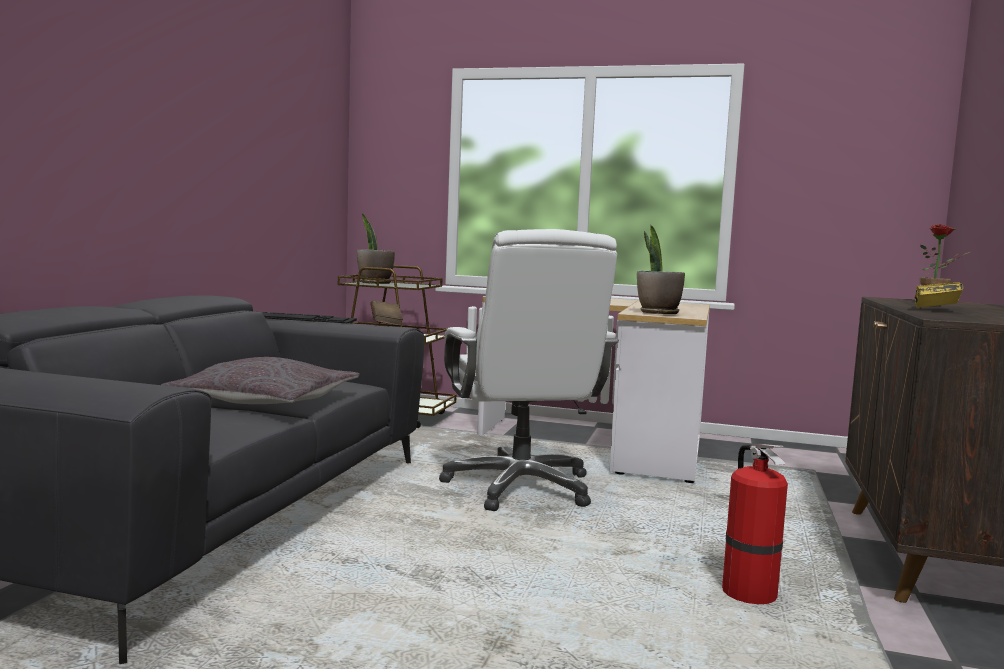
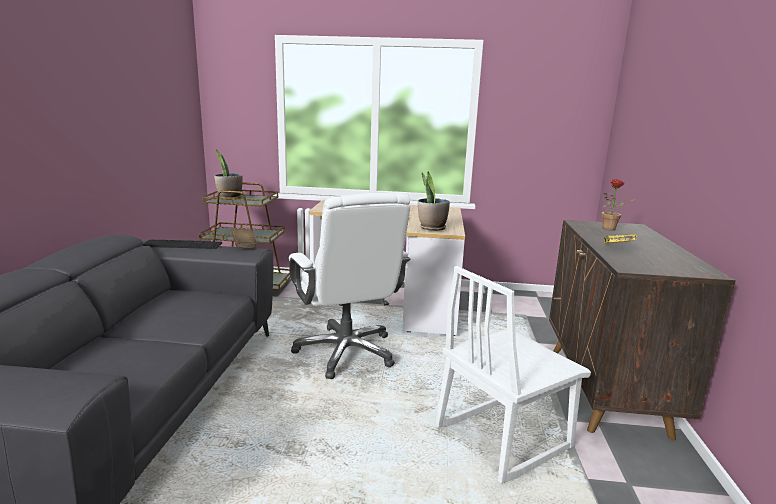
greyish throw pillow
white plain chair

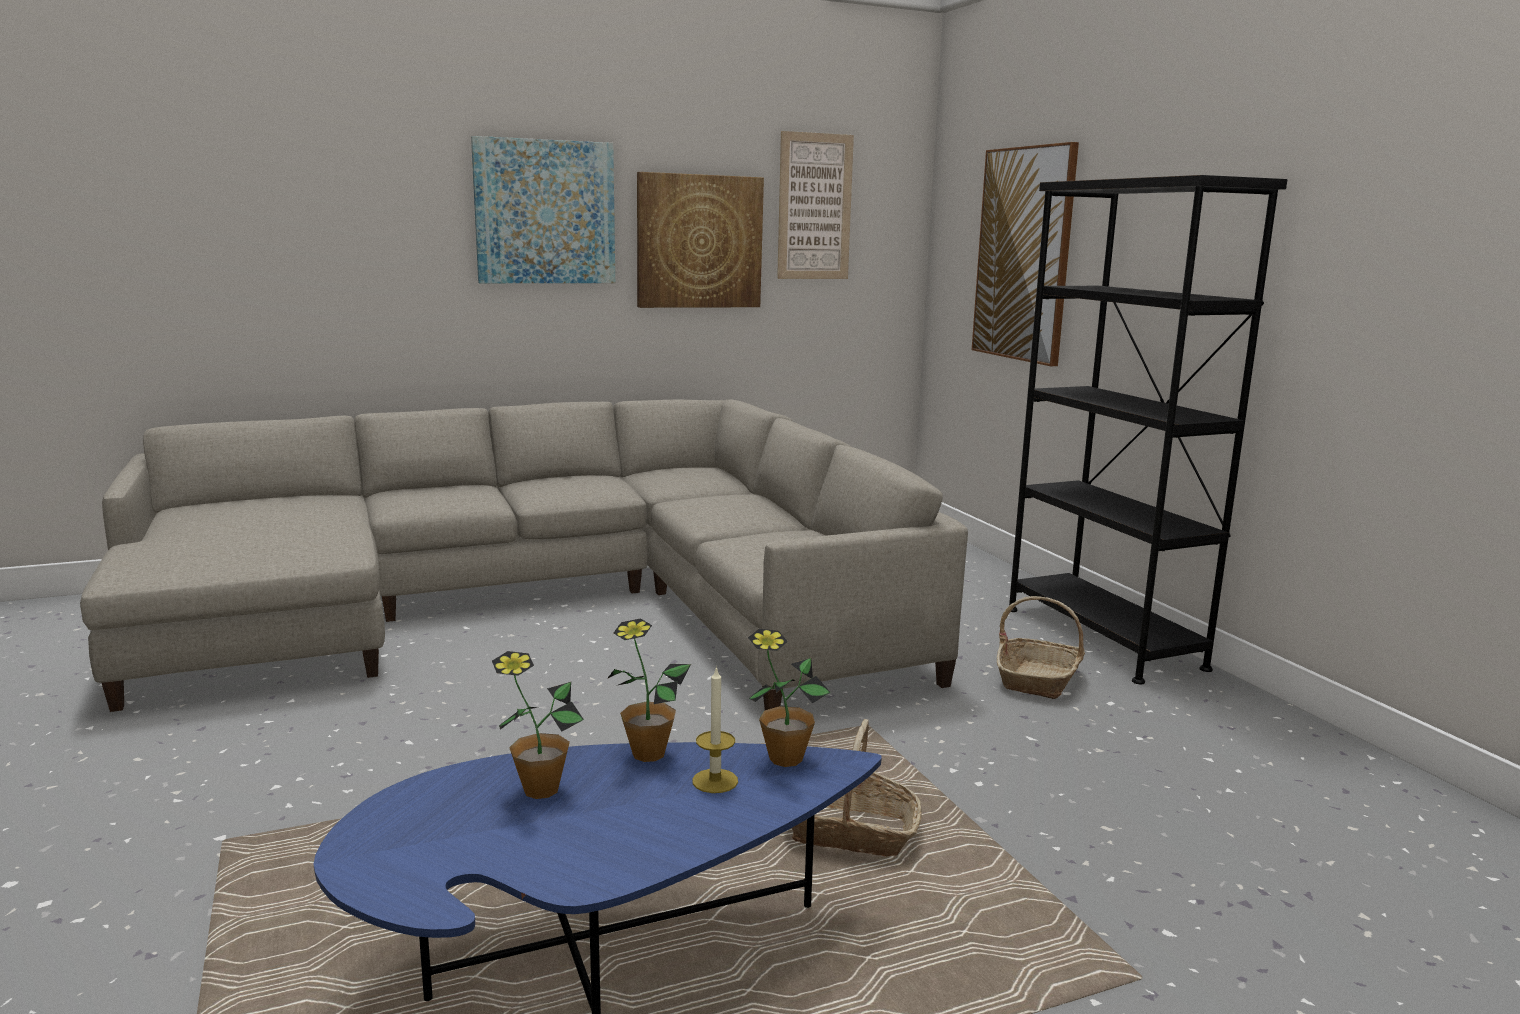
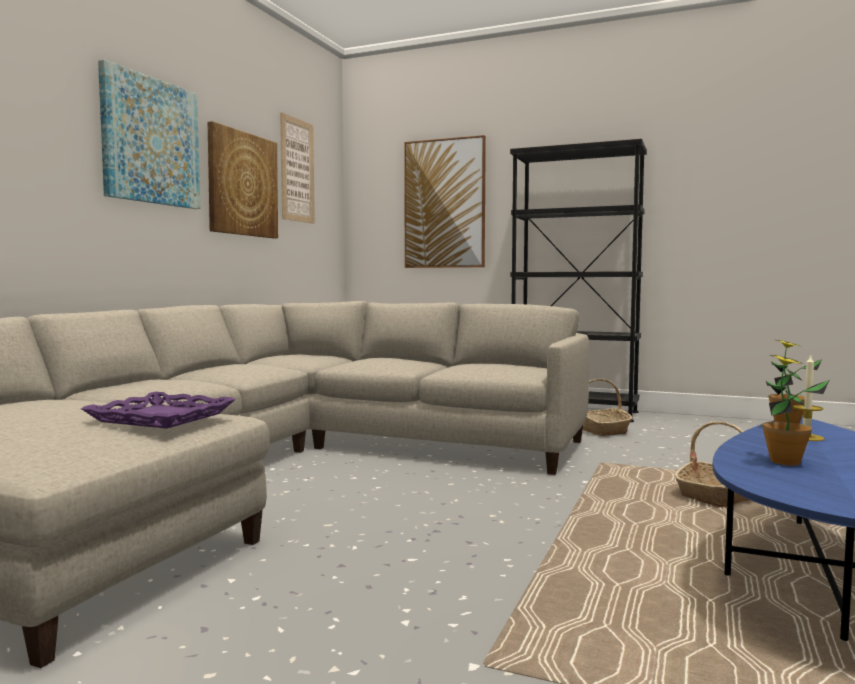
houseplant (2nd from left in the first image)
purple tray

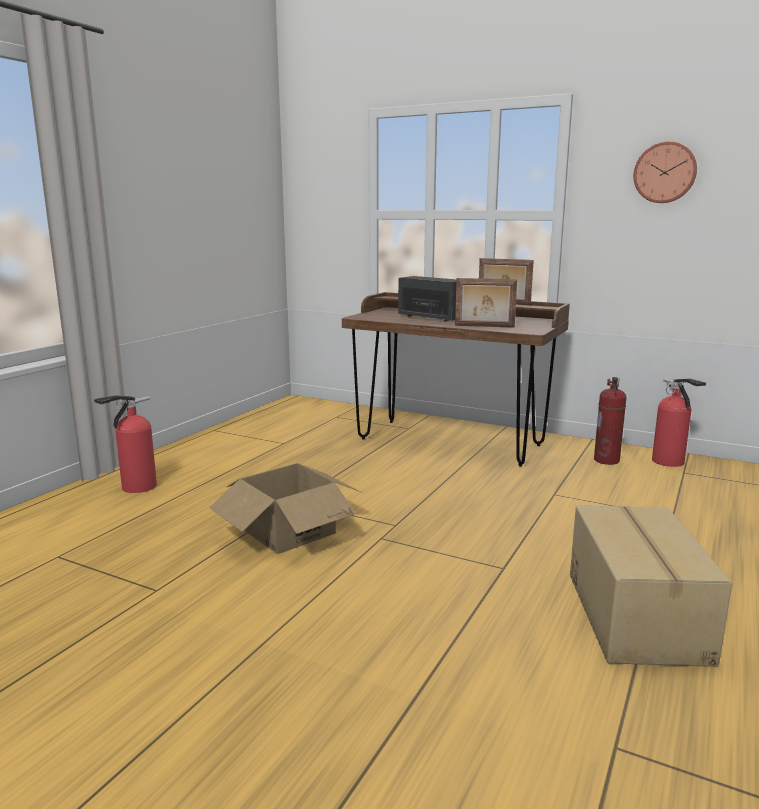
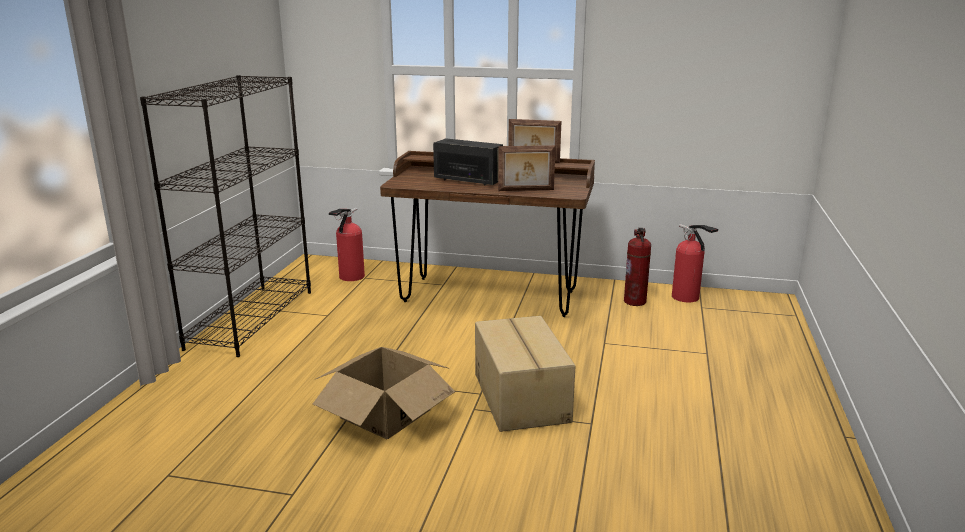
hanging clock
black bookcase
fire-fighting cylinder (1st from left)
packing box (2nd from left)

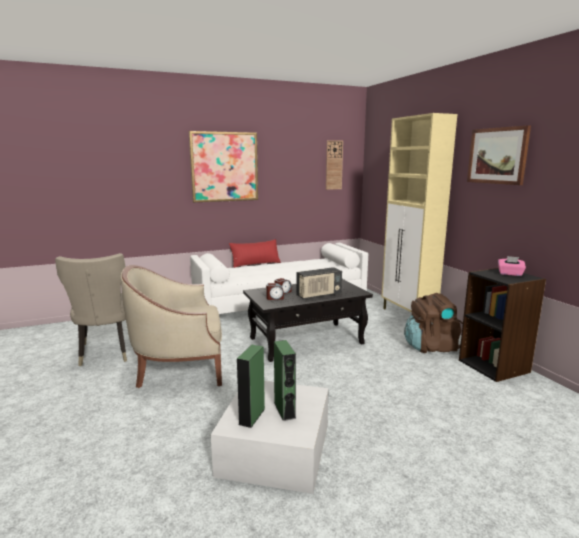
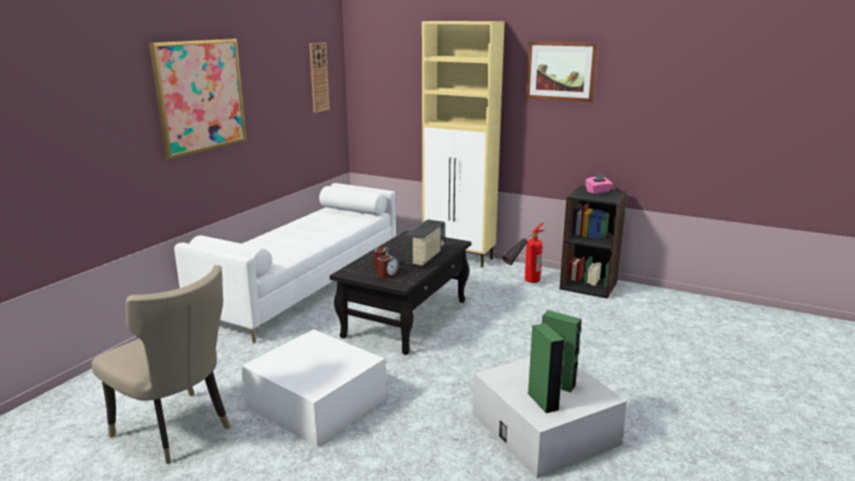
reddish throw pillow
white storage container (1st from left)
fire-fighting cylinder

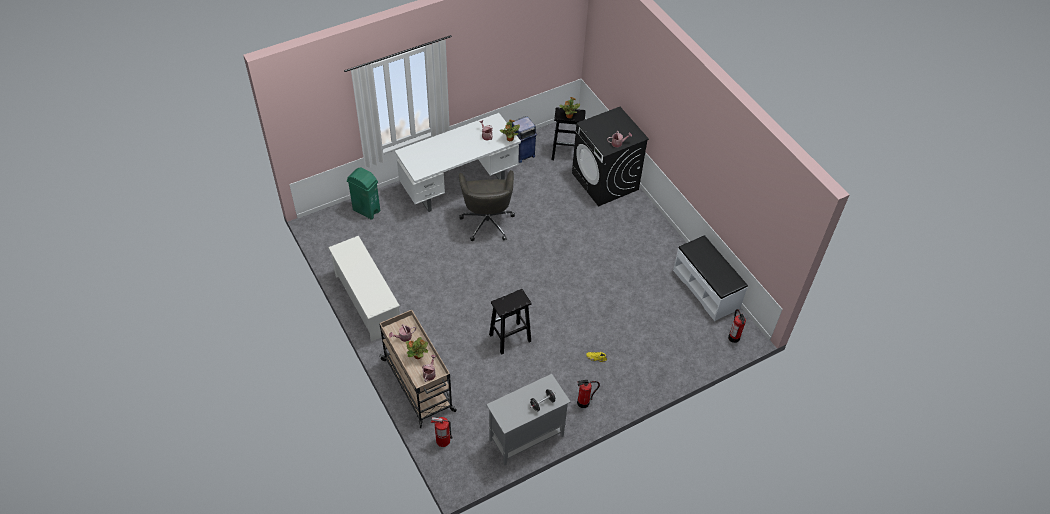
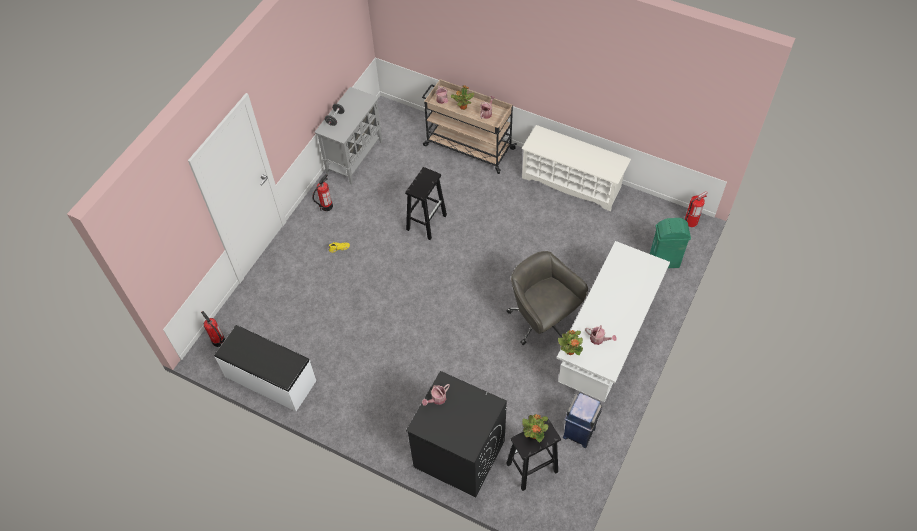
fire-fighting cylinder (3rd from left)

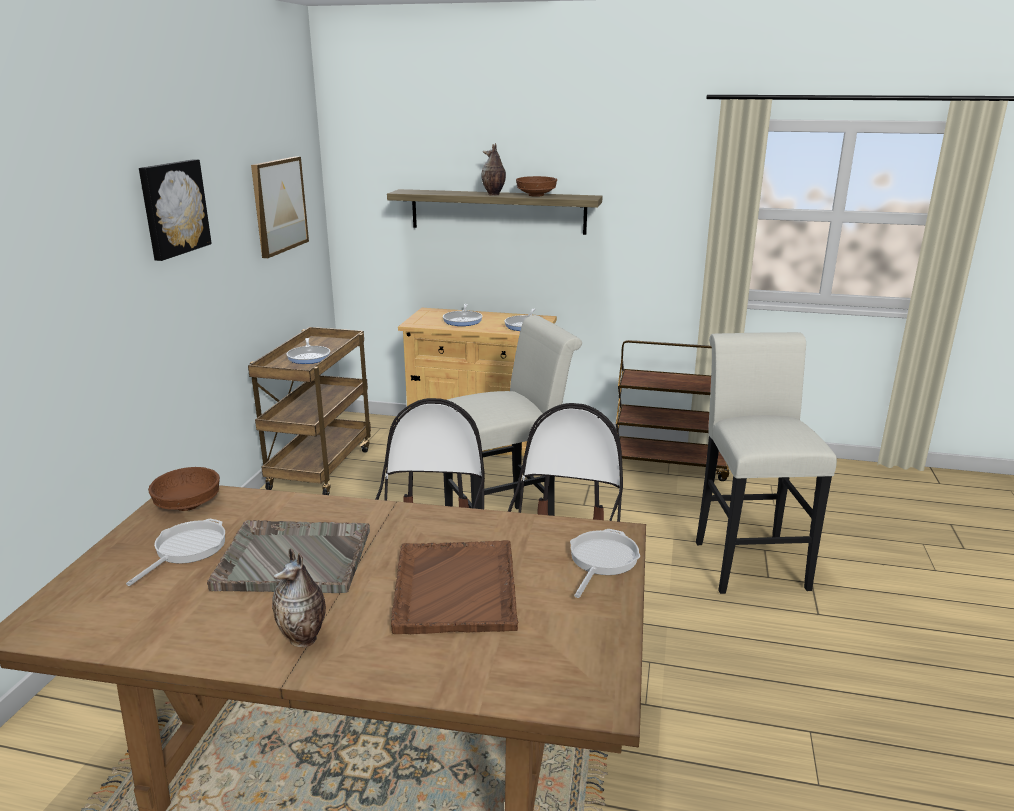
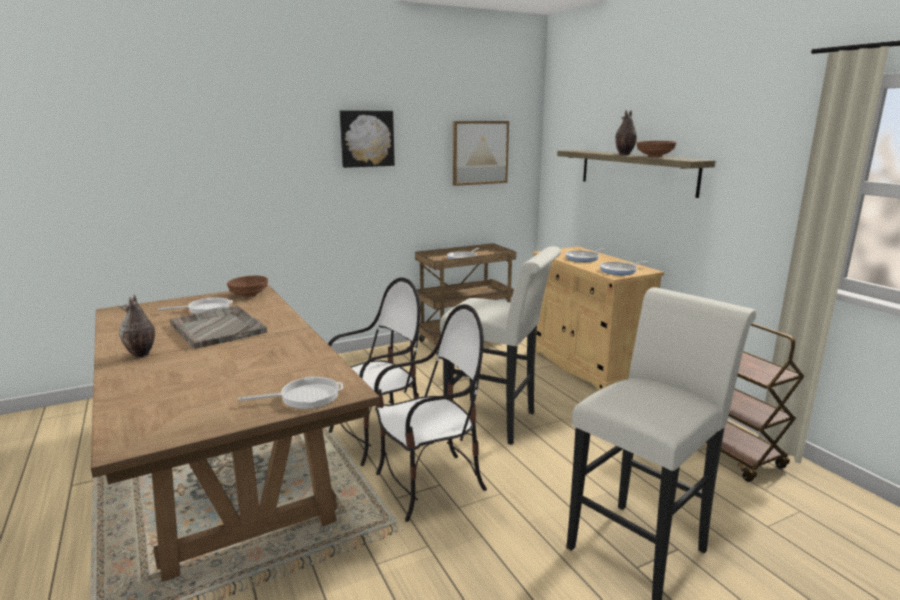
brown-coloured tray

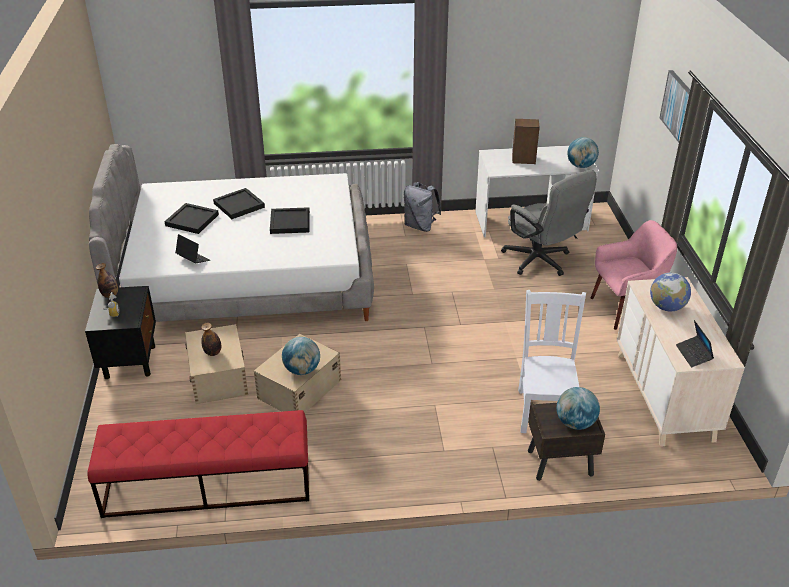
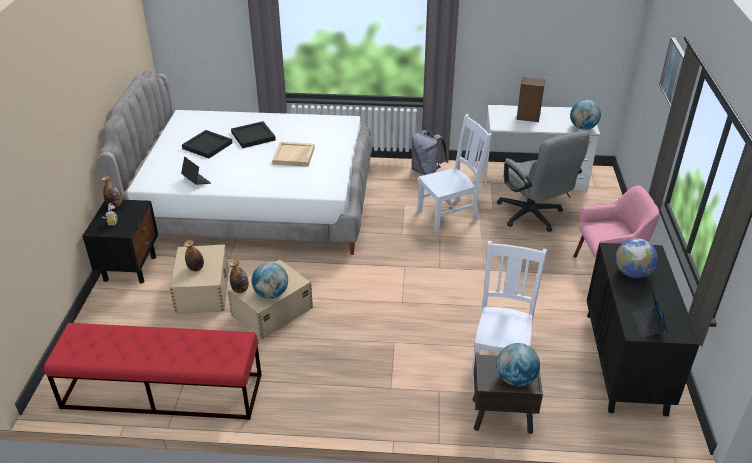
bottle (3rd from left)
white plain chair (1st from left)
sand-coloured tray
black dresser

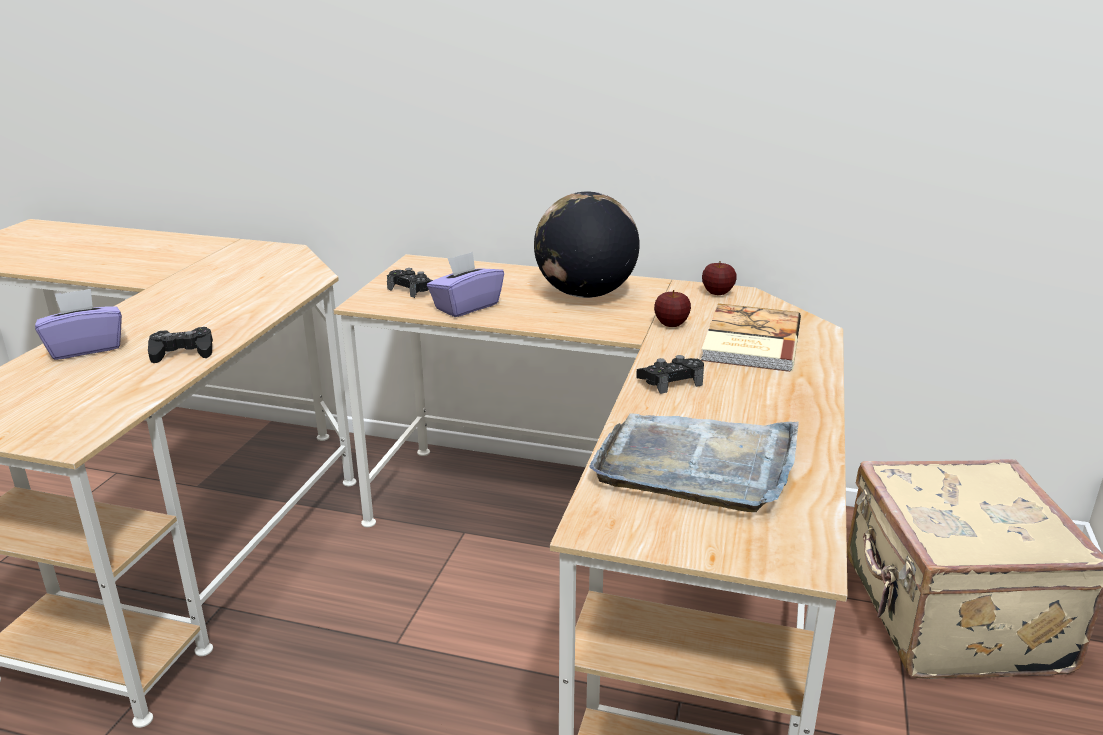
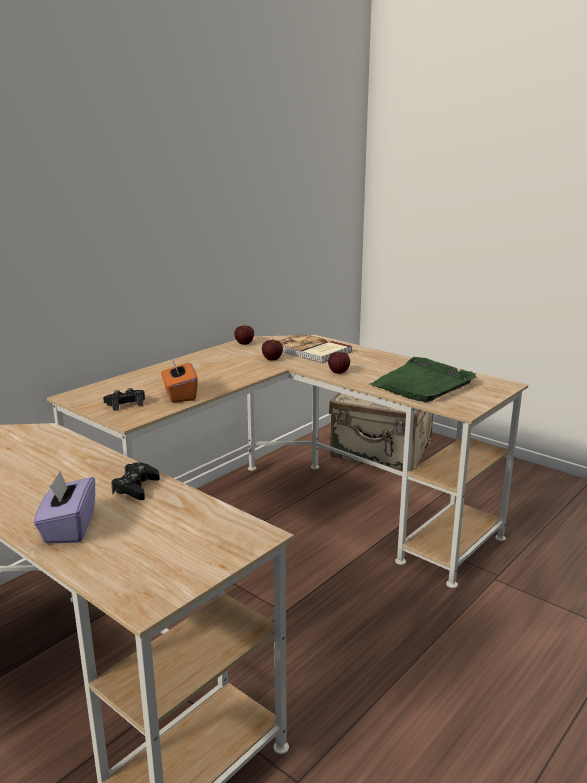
world globe
whole apple (3rd from left)
orange-coloured box of tissues
greenish tray

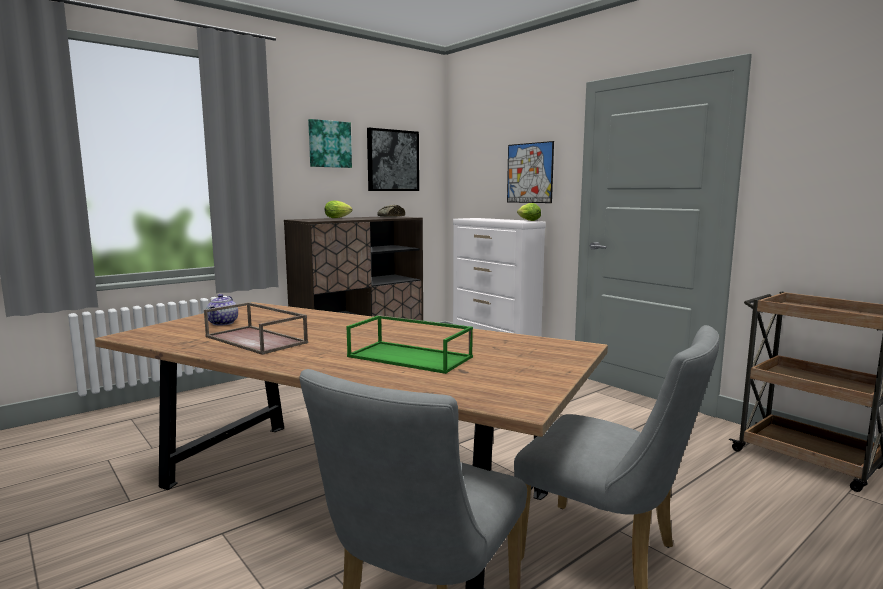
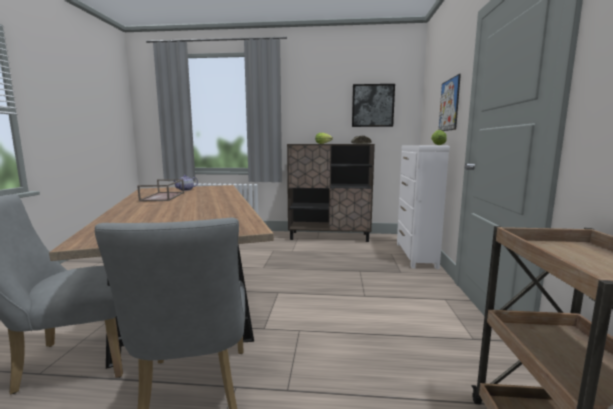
wall picture (1st from left in the first image)
greenish tray

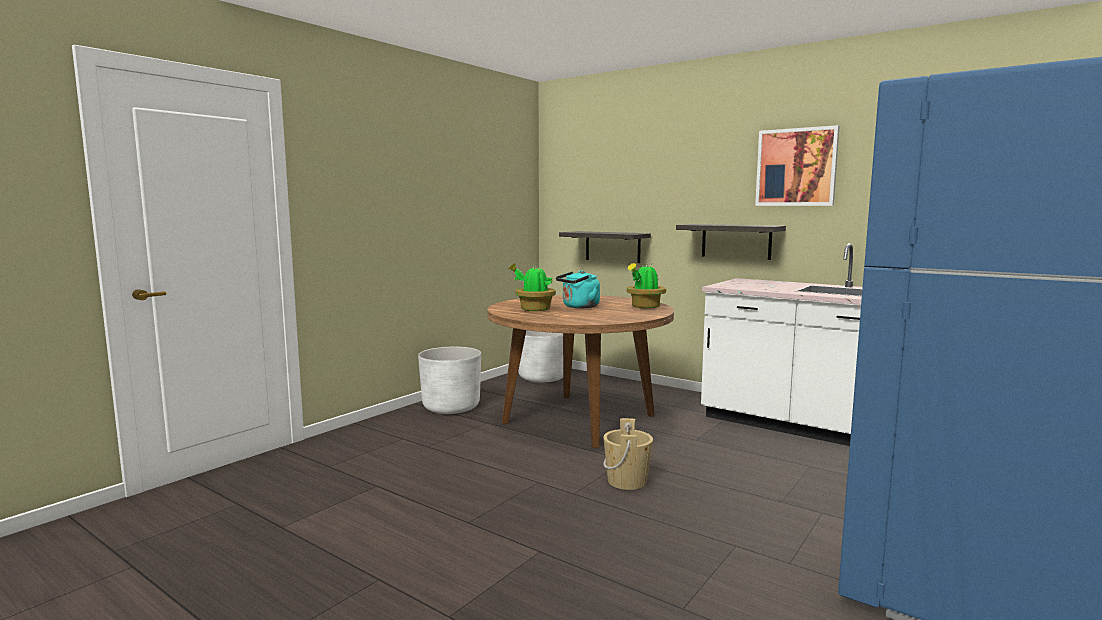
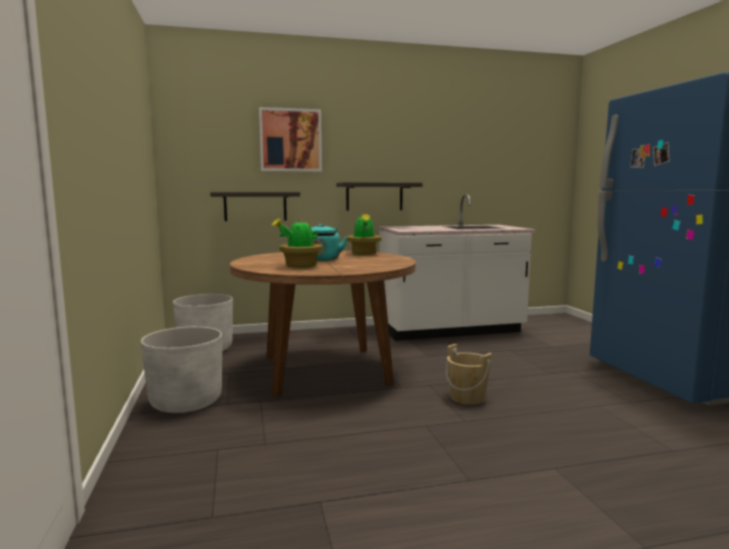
wall picture

